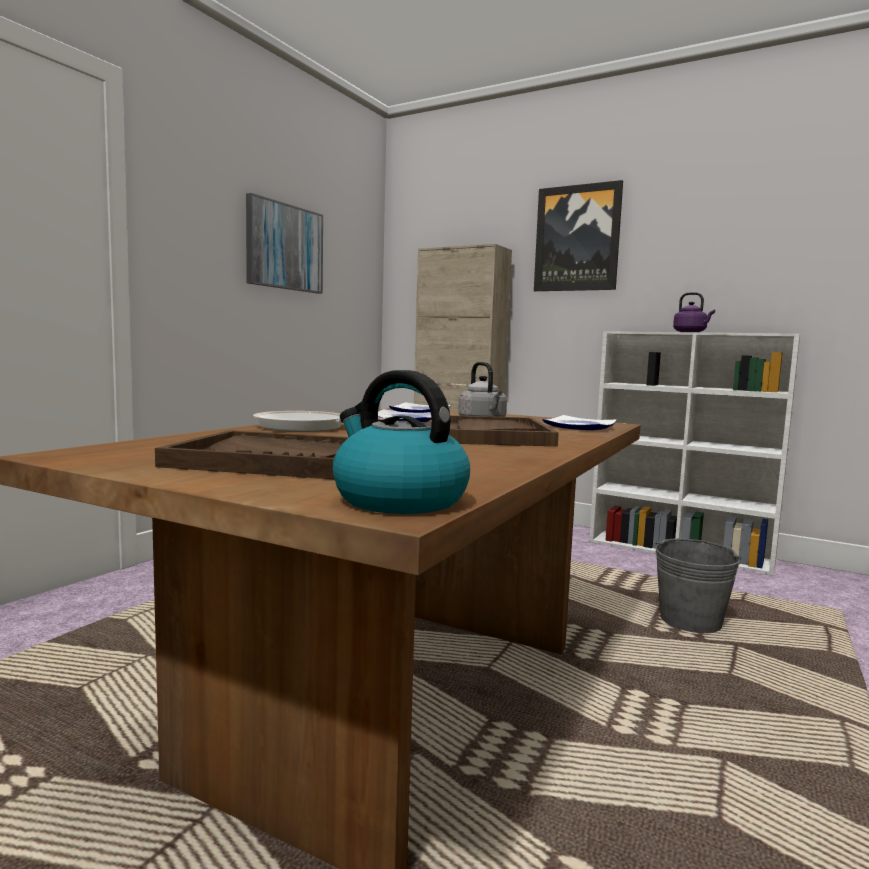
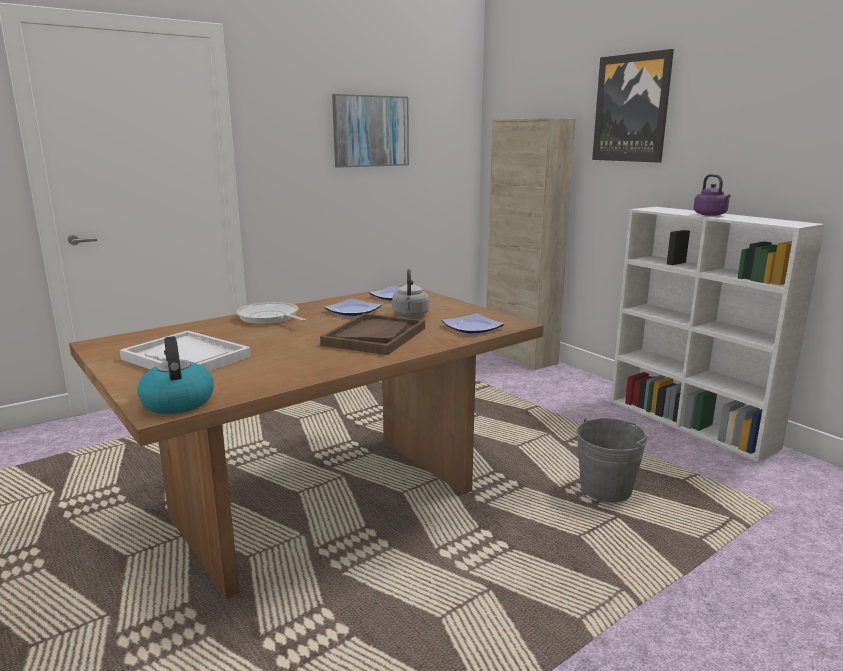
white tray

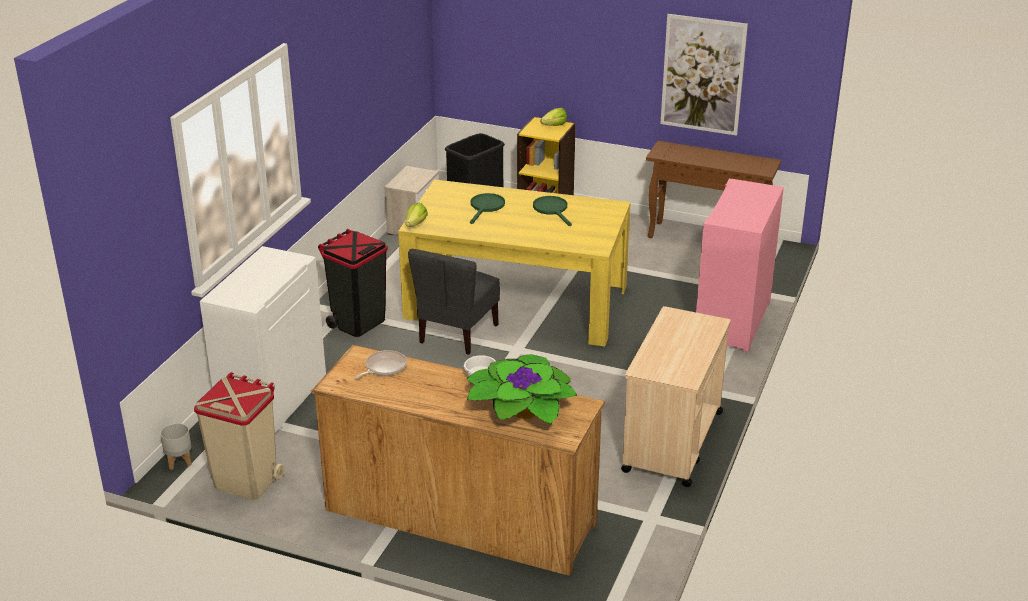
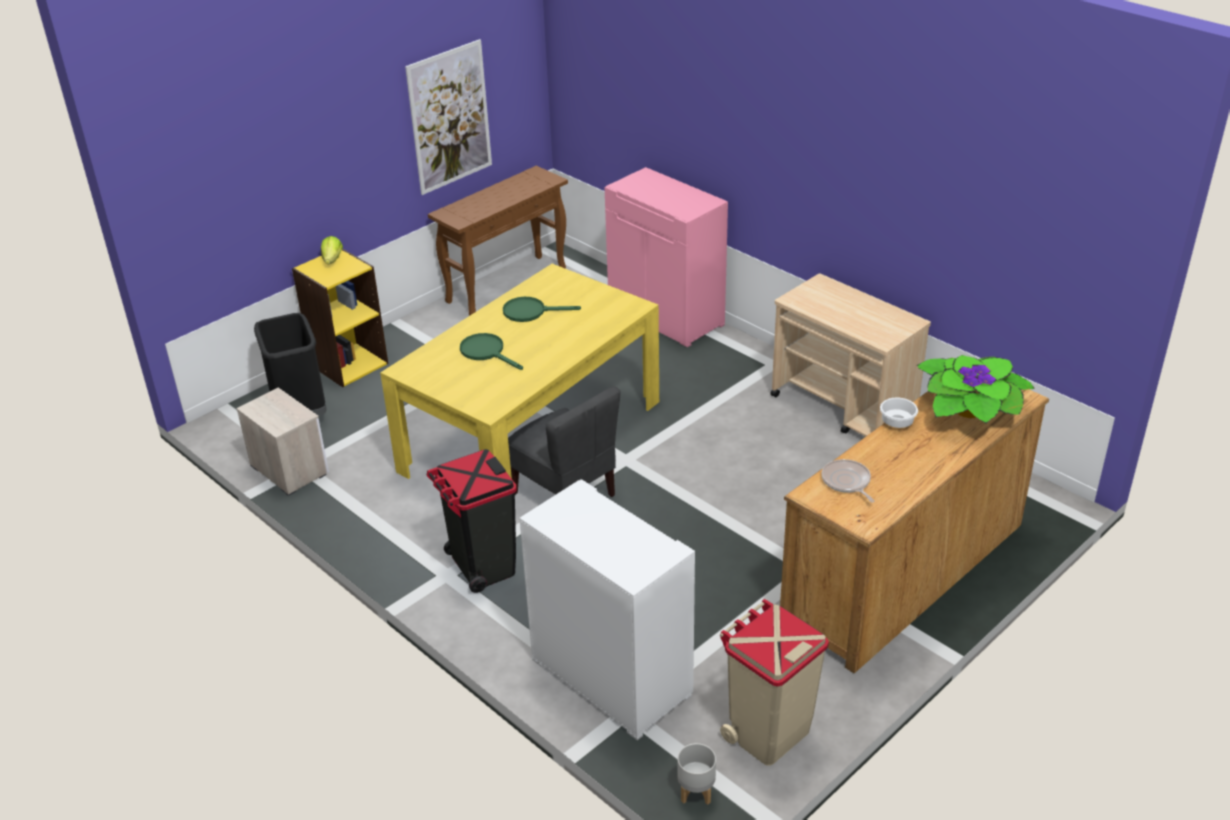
lettuce (1st from left in the first image)

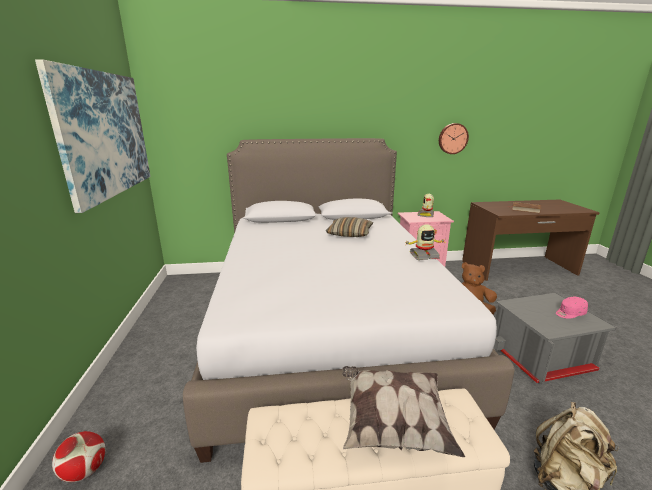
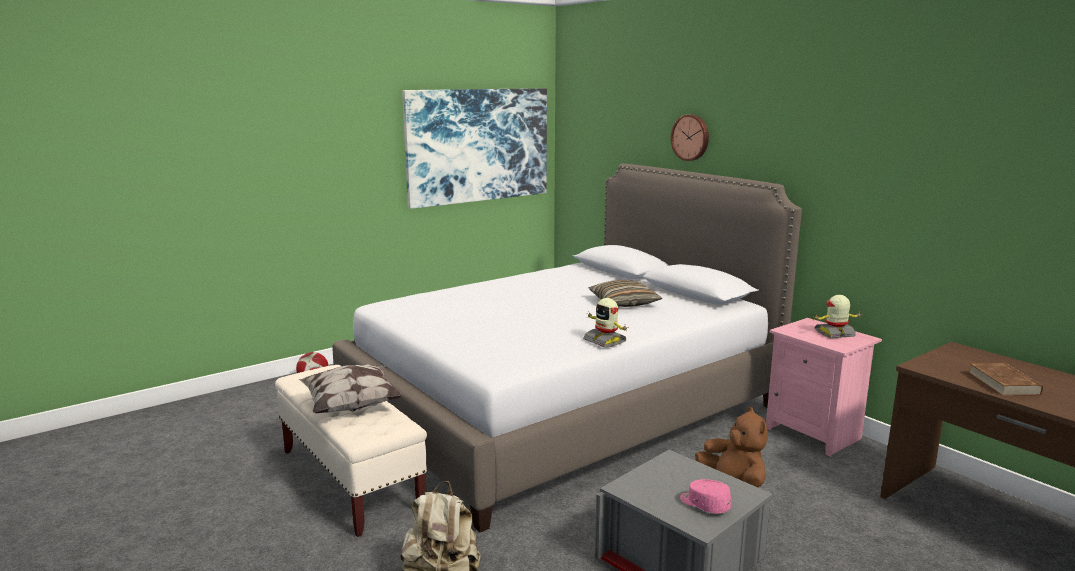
hanging clock

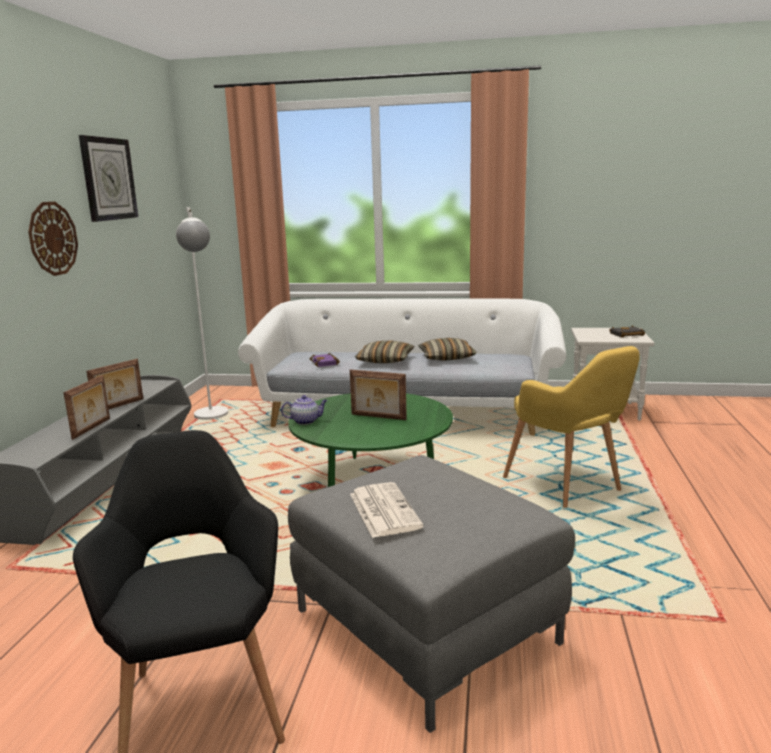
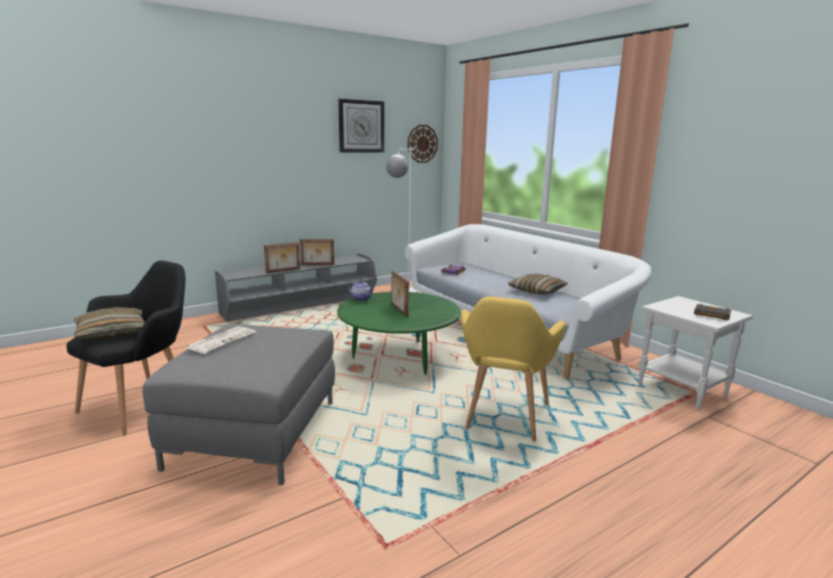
hanging clock (2nd from left)
throw pillow (1st from left)

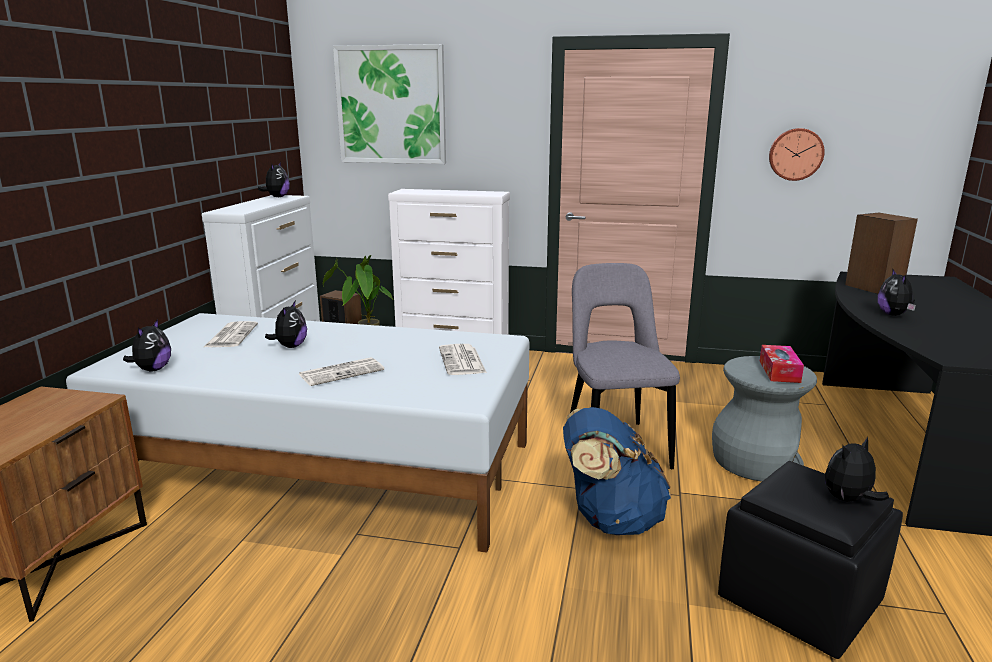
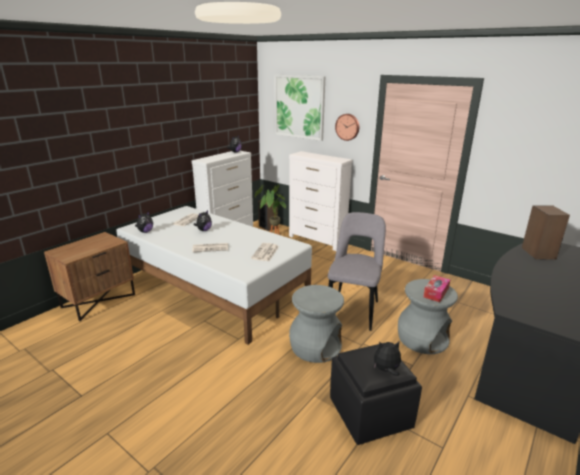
plush toy (5th from left in the first image)
hanging clock
greyish stool (1st from left)

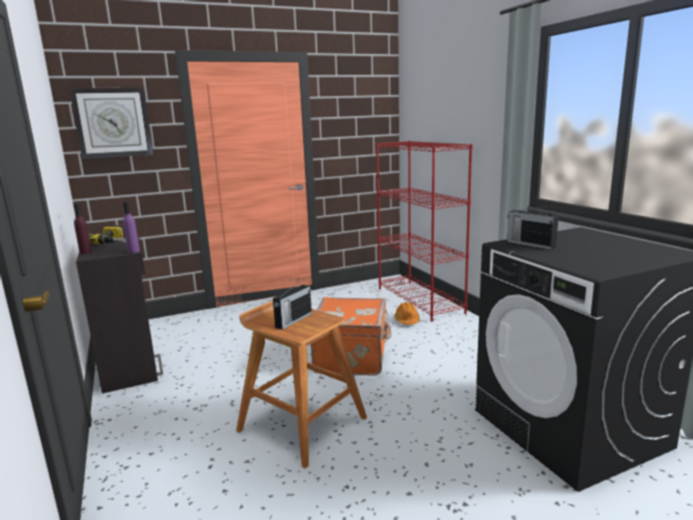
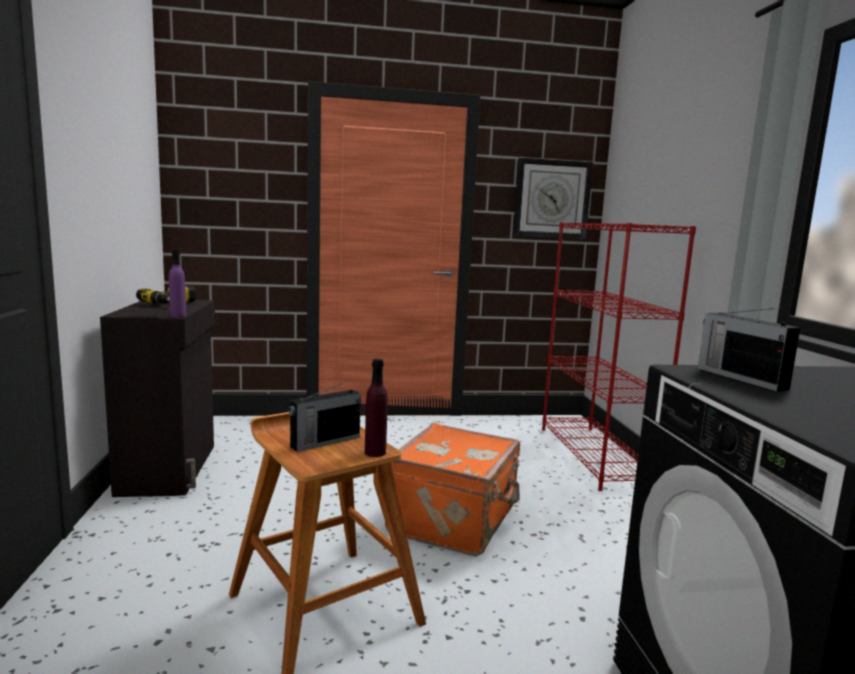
orange-coloured hard hat
hanging clock
purple bottle (2nd from left)

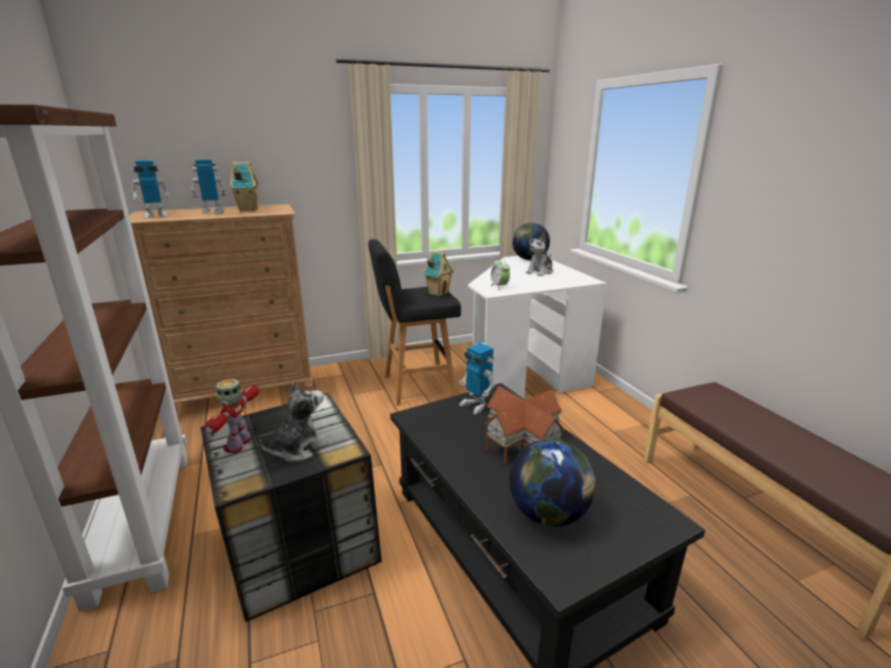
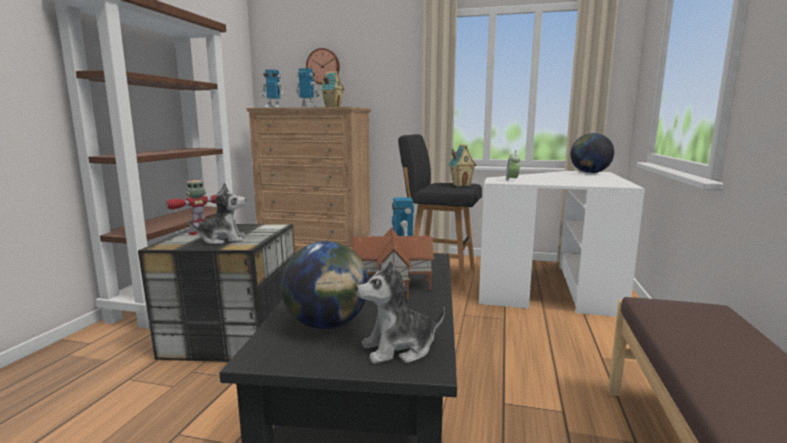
hanging clock
plush toy (2nd from left)

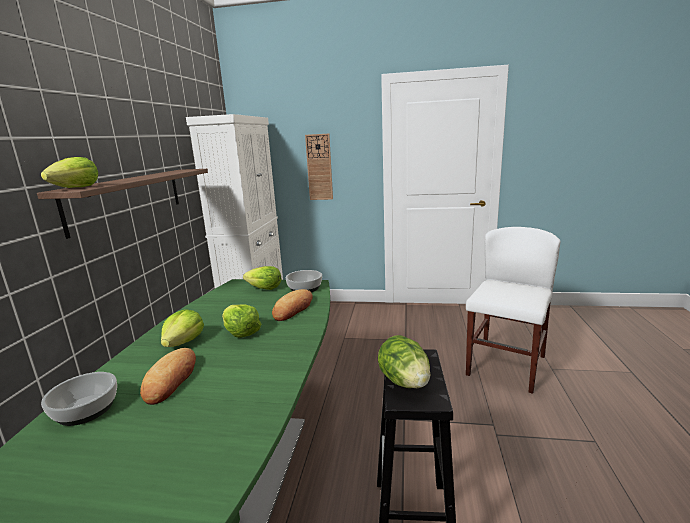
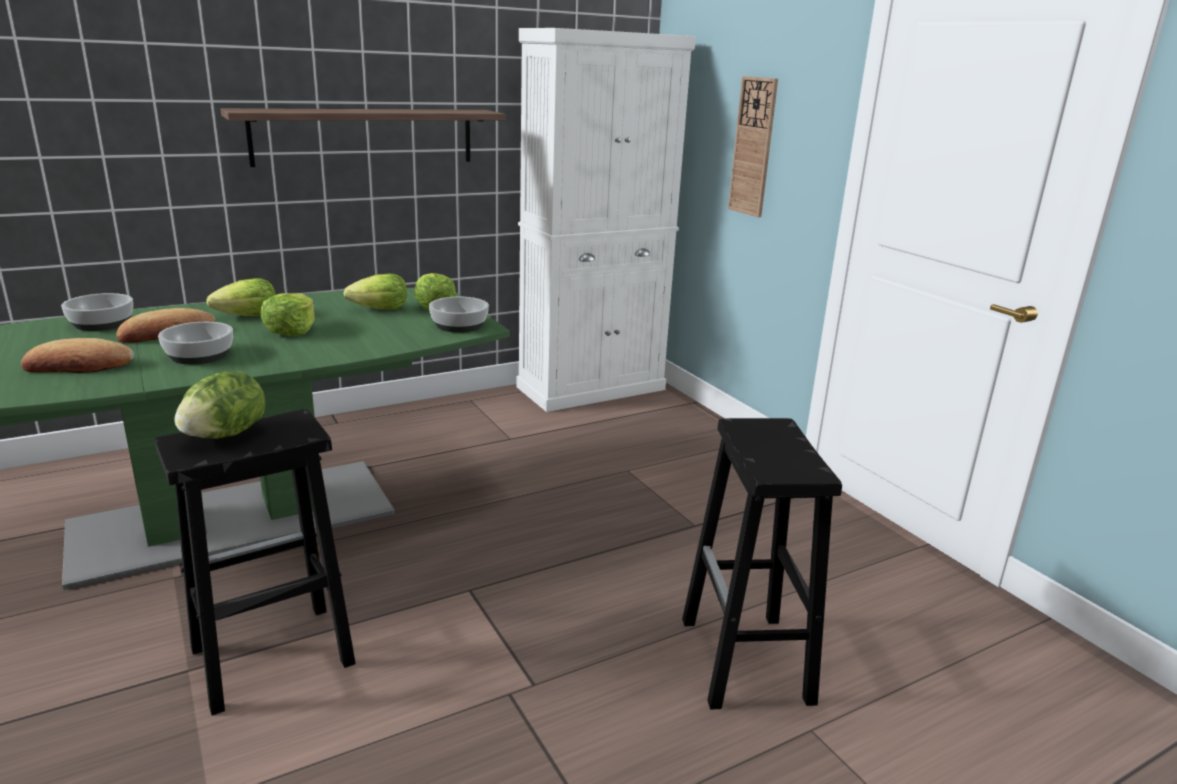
serving bowl (2nd from left)
lettuce (4th from left)
bread (1st from left)
black stool (2nd from left)

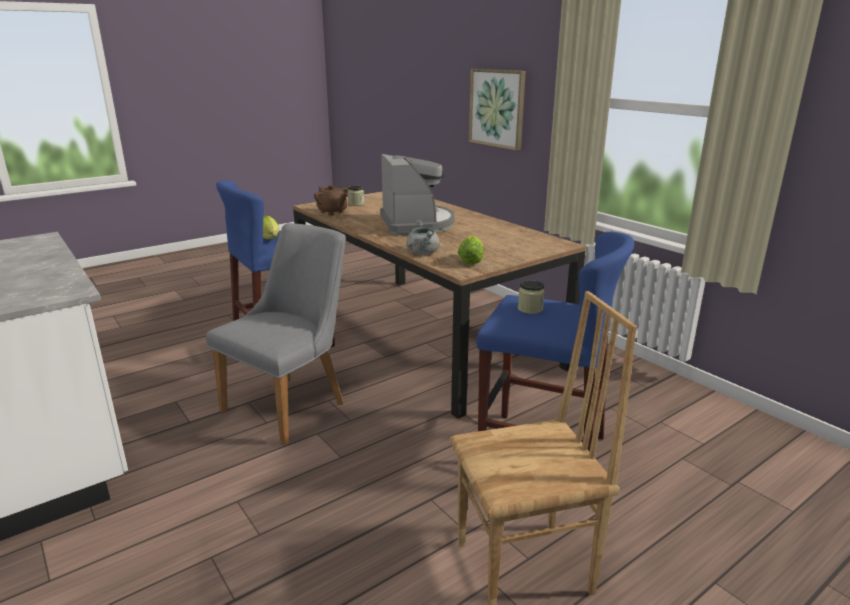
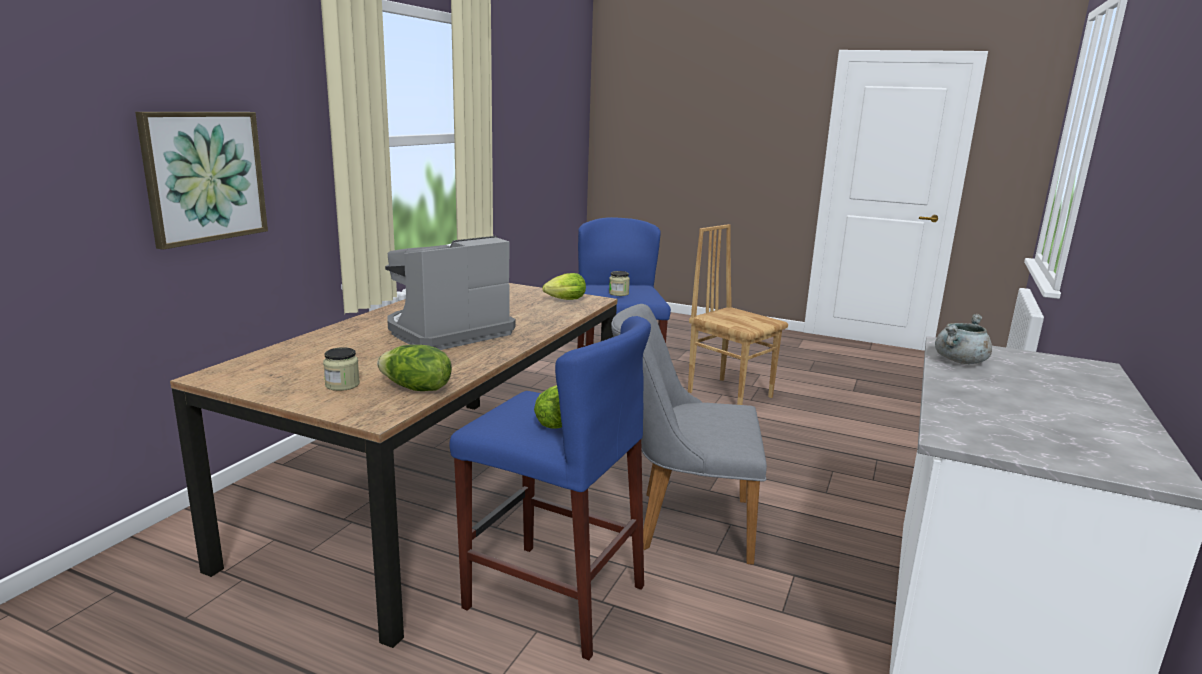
greyish saucepot
lettuce (1st from left)

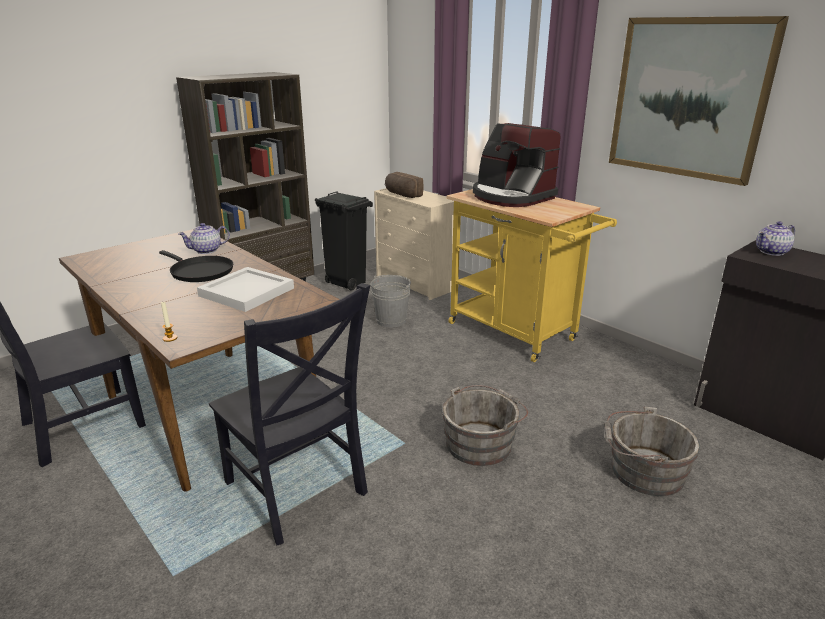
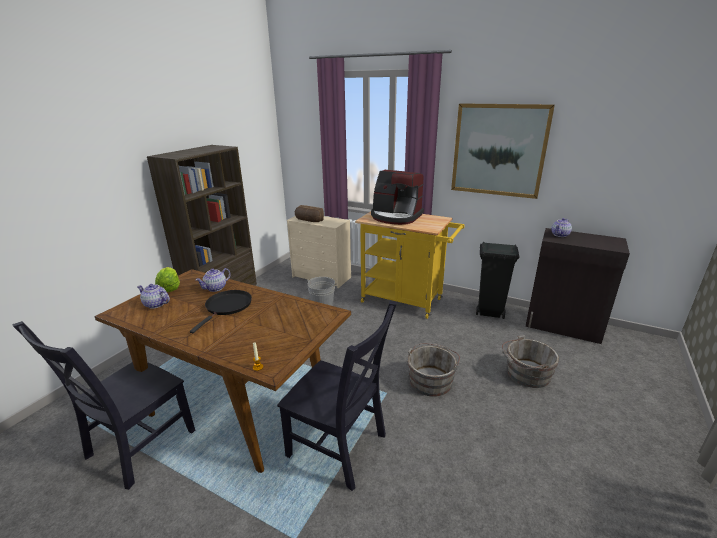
white tray
tea pot (1st from left)
lettuce
black rubbish bin
black pan

